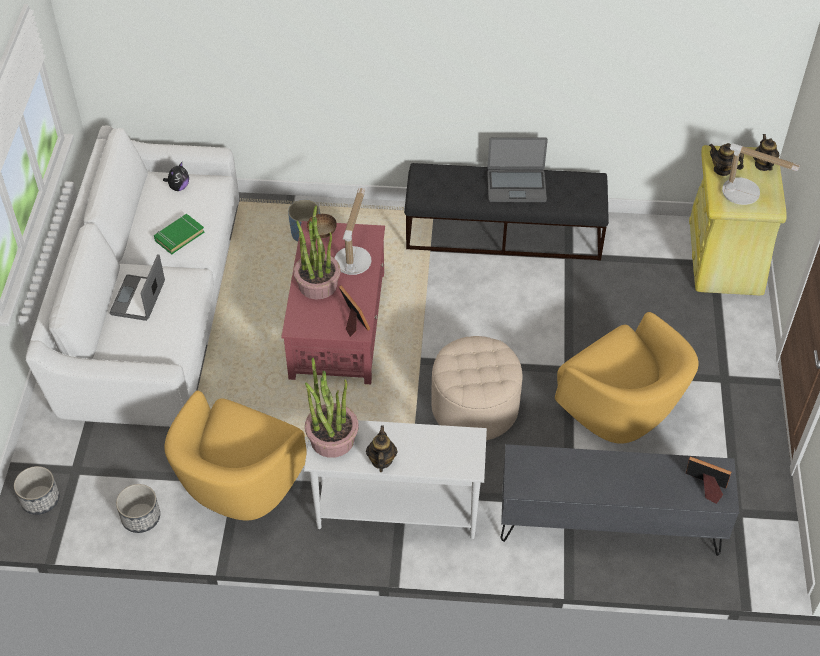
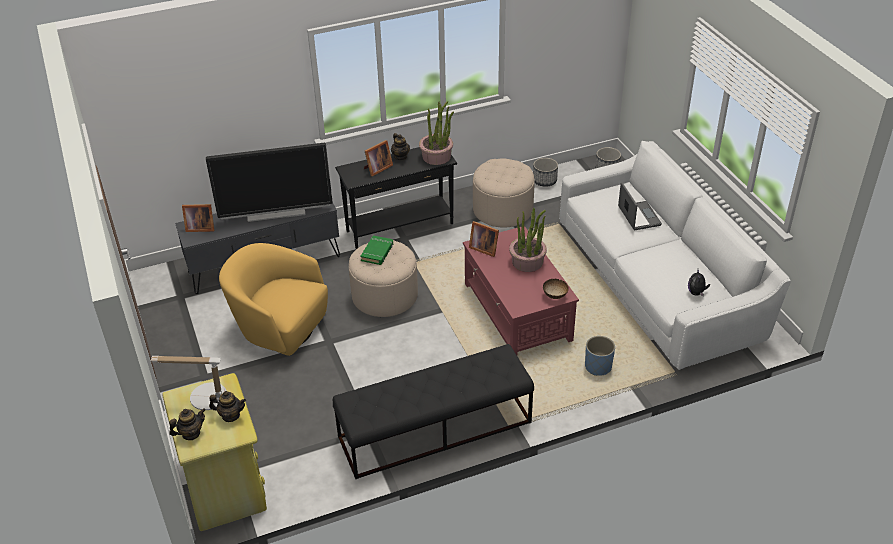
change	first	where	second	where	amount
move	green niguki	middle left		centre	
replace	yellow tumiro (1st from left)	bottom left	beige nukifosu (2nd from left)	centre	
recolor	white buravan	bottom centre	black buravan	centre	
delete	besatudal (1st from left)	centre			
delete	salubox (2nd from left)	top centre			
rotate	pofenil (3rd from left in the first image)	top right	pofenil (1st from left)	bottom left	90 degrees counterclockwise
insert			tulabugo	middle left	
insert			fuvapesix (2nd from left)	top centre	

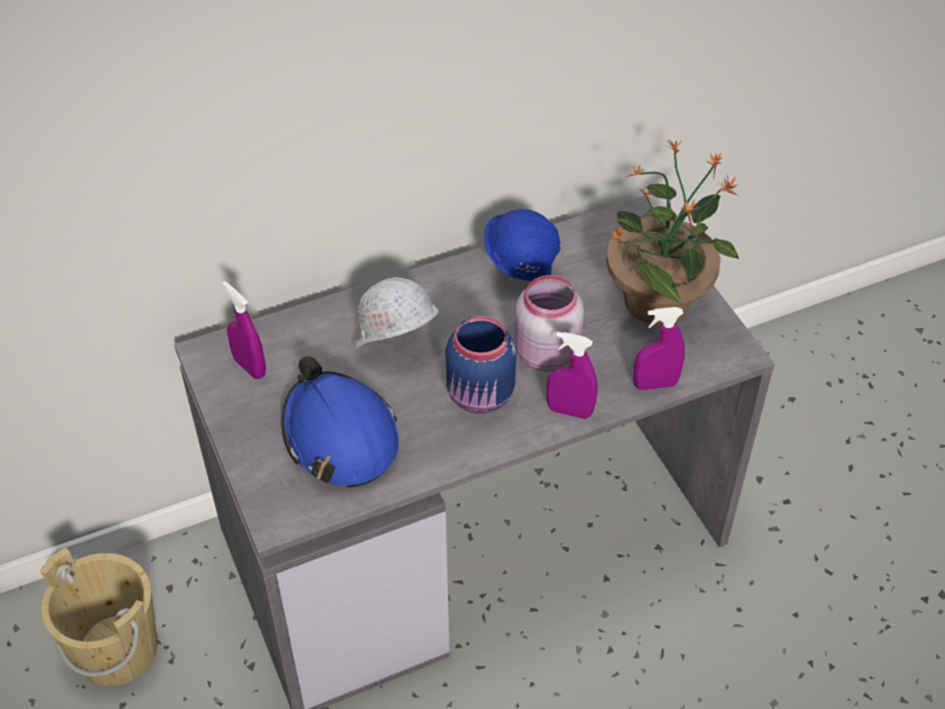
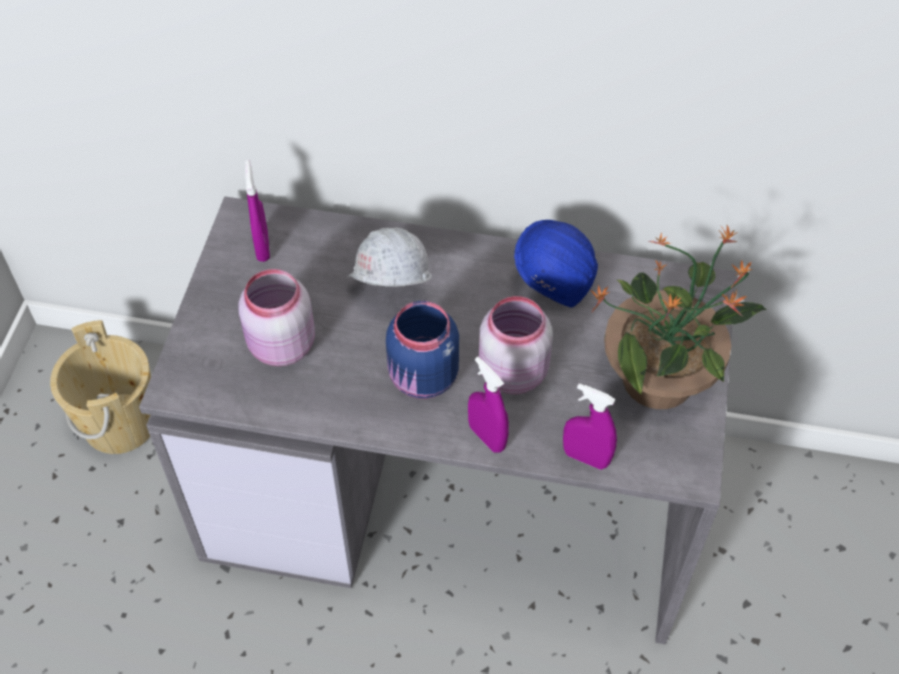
change	first	where	second	where	amount
replace	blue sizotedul (1st from left)	centre	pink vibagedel (1st from left)	middle left	

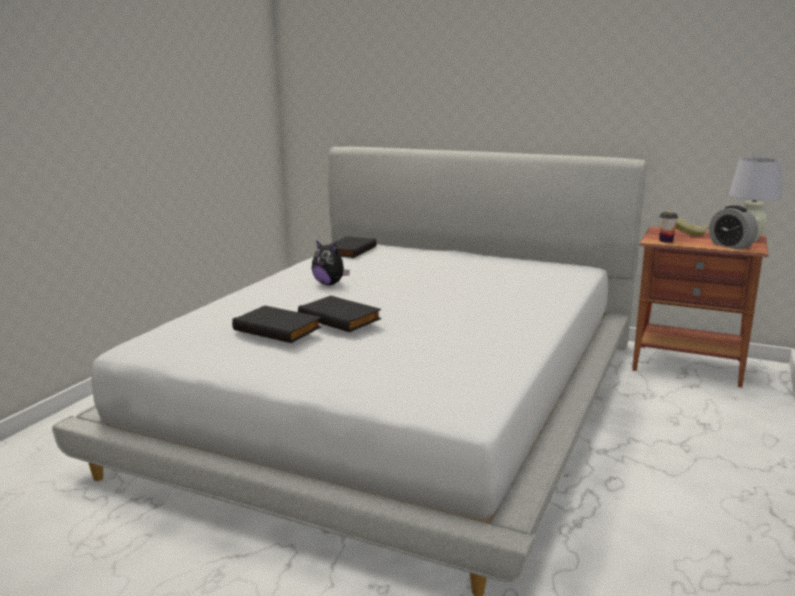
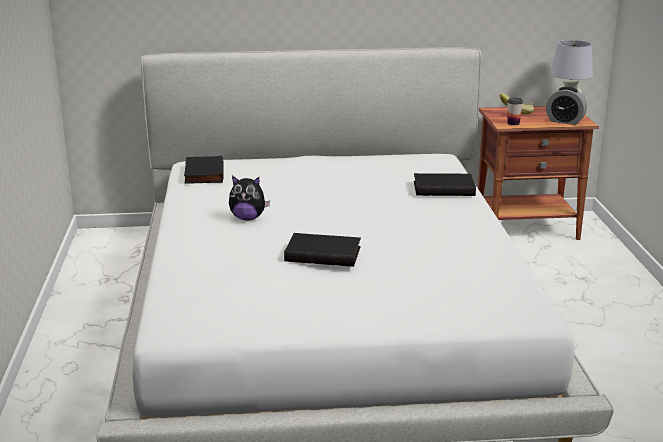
change	first	where	second	where	amount
move	black niguki (1st from left in the first image)	centre	black niguki (3rd from left)	middle right	

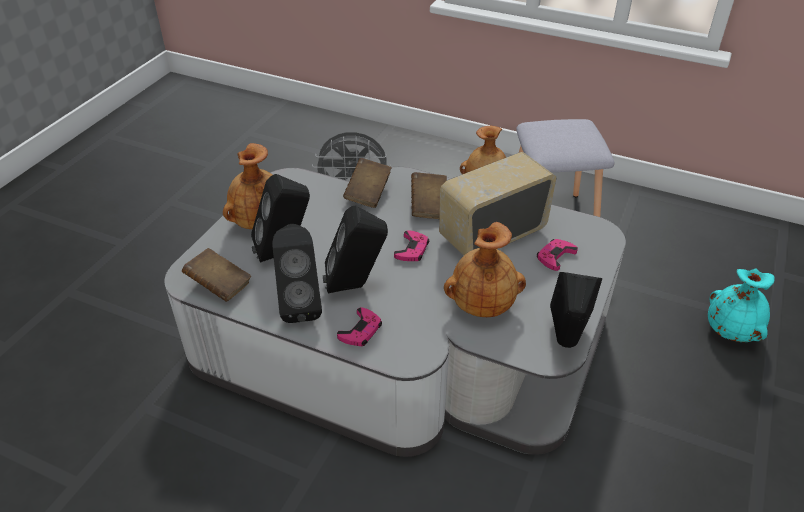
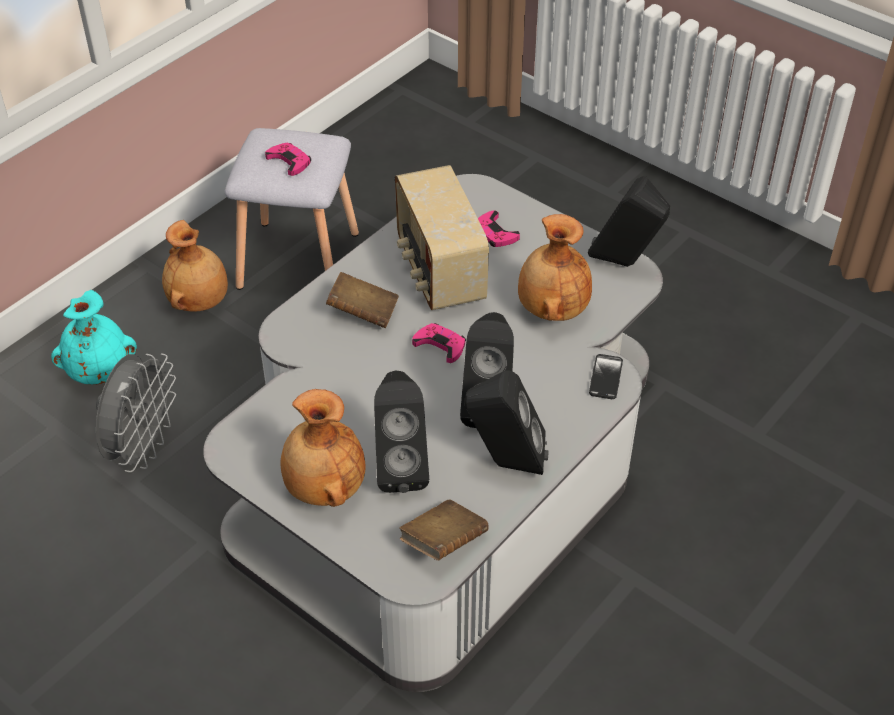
change	first	where	second	where	amount
move	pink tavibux (1st from left)	centre		top left	
delete	brown niguki (2nd from left)	centre			
move	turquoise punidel	middle right		middle left	
insert			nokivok	middle right	

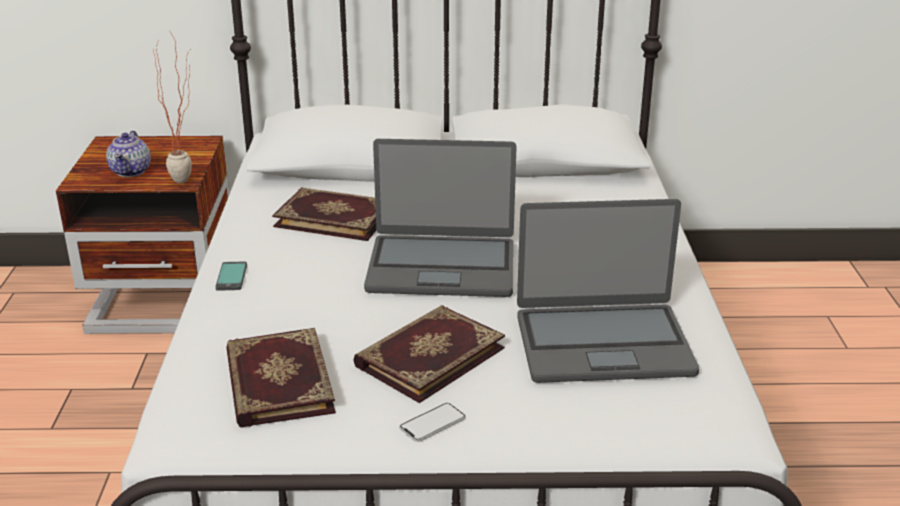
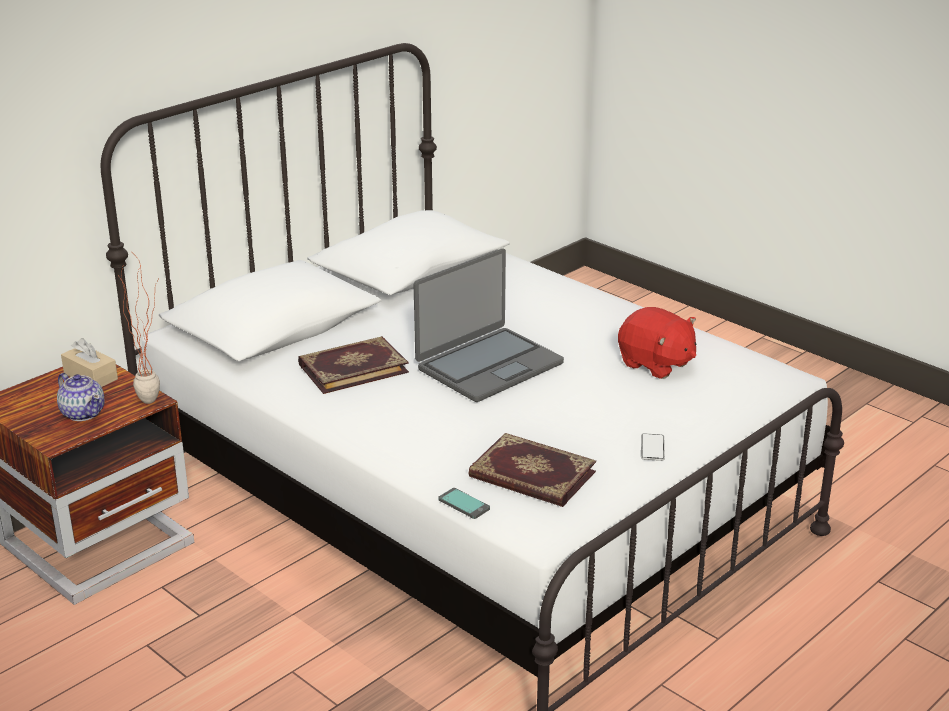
change	first	where	second	where	amount
move	nokivok (1st from left)	middle left		bottom centre	
delete	niguki (3rd from left)	bottom centre			
replace	salubox (2nd from left)	middle right	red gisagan	middle right	
insert			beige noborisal	middle left	

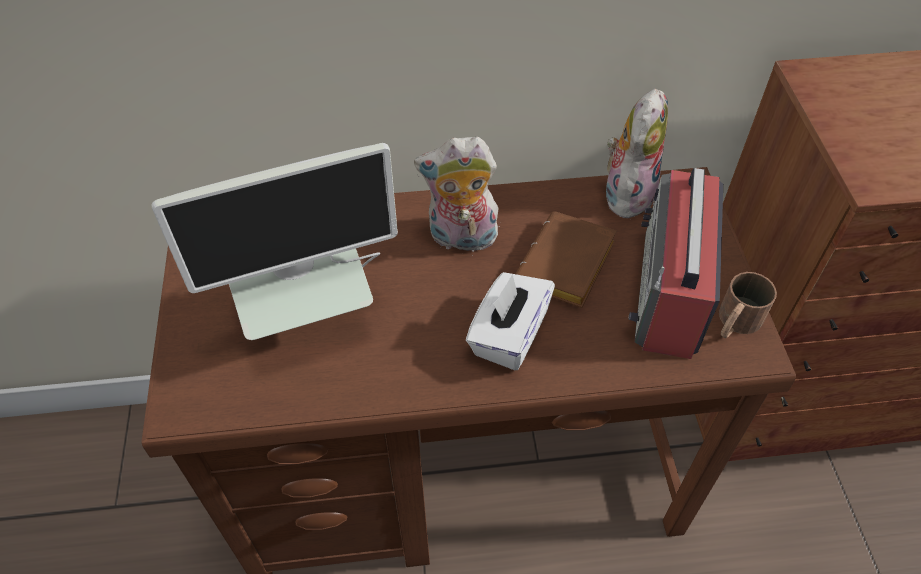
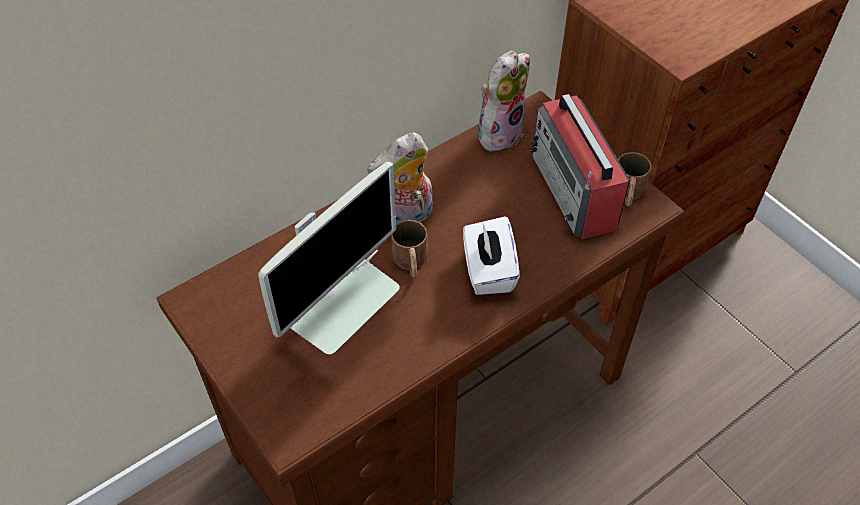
change	first	where	second	where	amount
delete	brown niguki	centre			
rotate	gisagan (2nd from left)	top right		top centre	45 degrees clockwise
insert			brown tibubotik (1st from left)	centre	

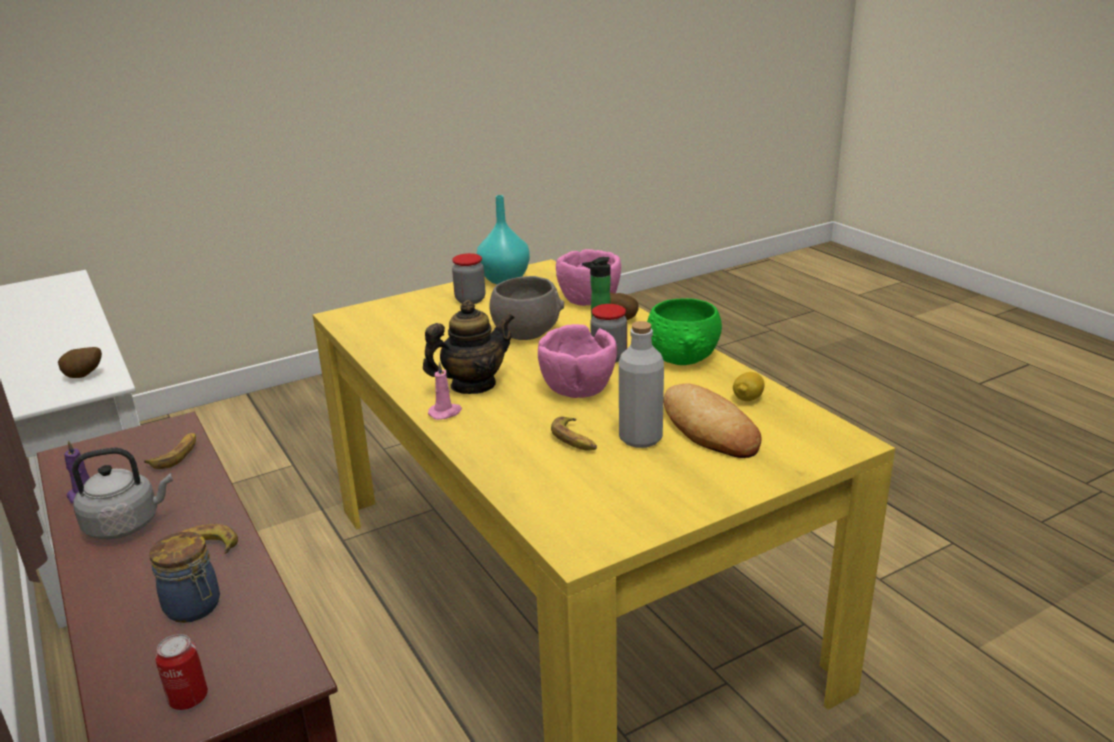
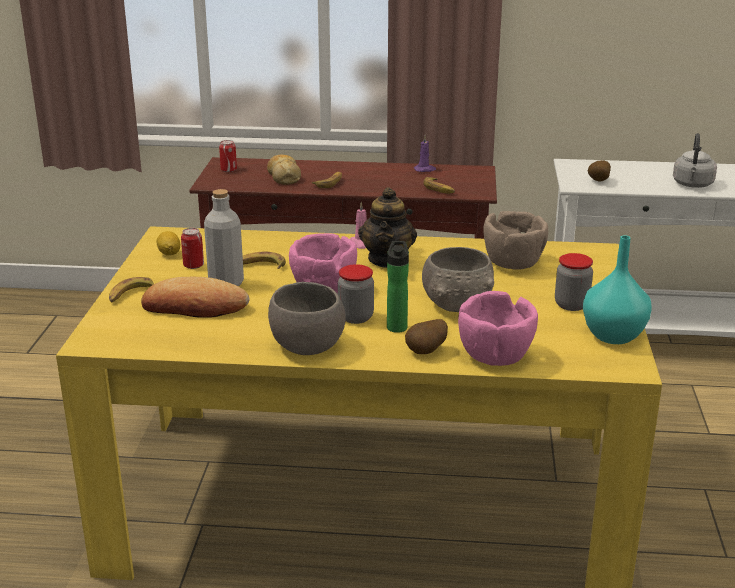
change	first	where	second	where	amount
move	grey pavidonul	middle left		top right	
replace	vibagedel (1st from left)	bottom left	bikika (2nd from left)	top centre	
recolor	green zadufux	centre	grey zadufux (1st from left)	centre	
move	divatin	middle right		middle left	
insert			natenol (1st from left)	middle left	
insert			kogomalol (1st from left)	middle left	
insert			brown zadufux	middle right	

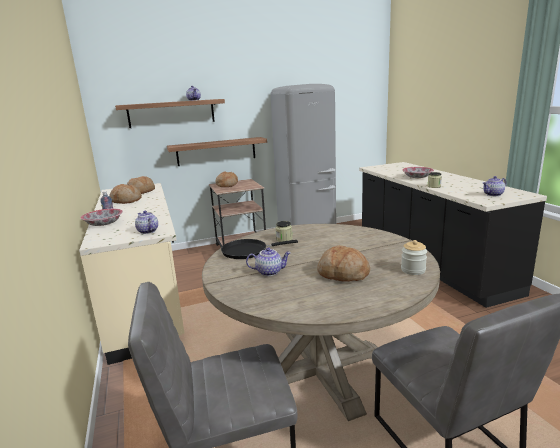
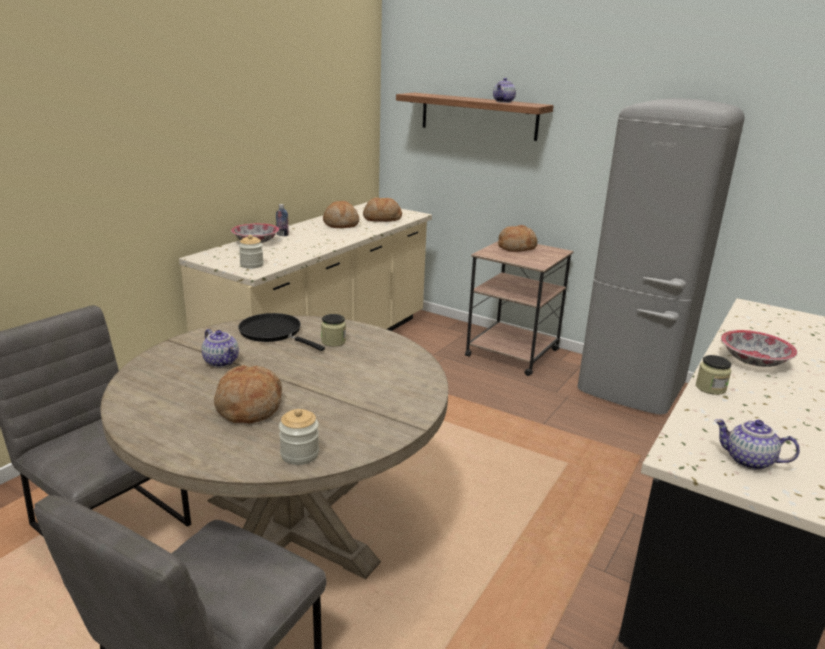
change	first	where	second	where	amount
replace	pofenil (1st from left)	middle left	vibagedel (1st from left)	middle left	
delete	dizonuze (2nd from left)	centre			

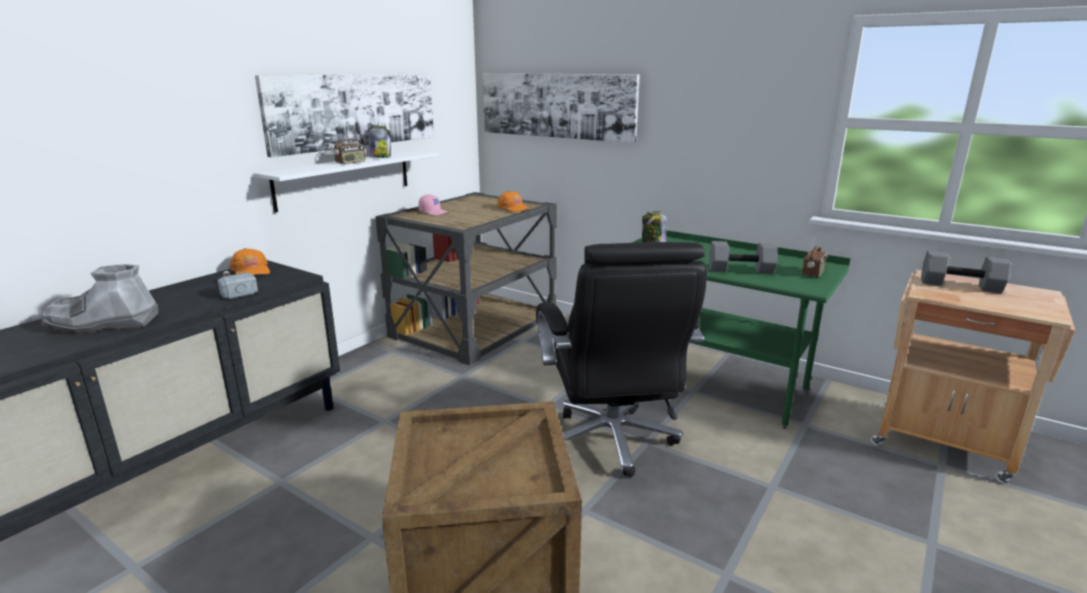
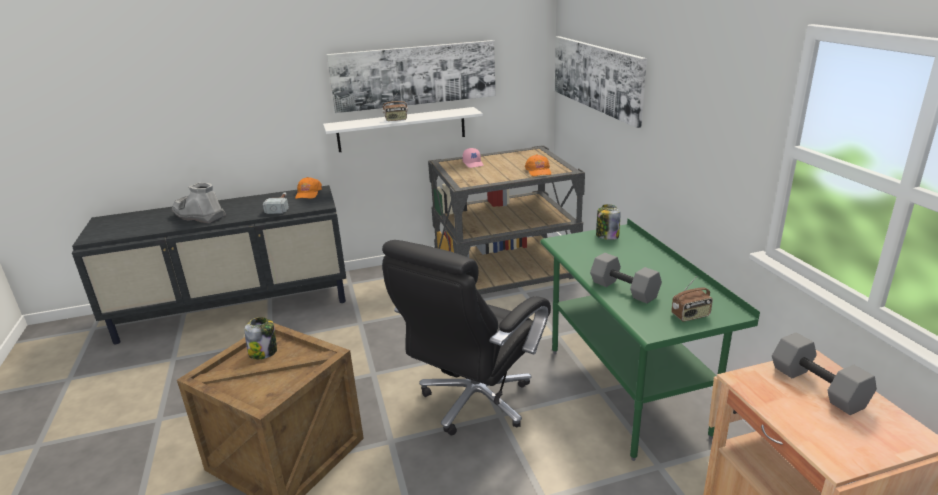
change	first	where	second	where	amount
move	vibagedel (1st from left)	top centre		bottom left	

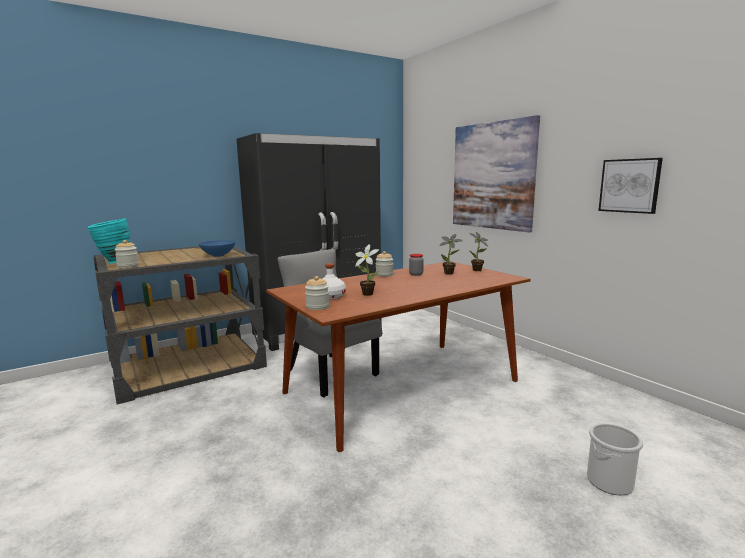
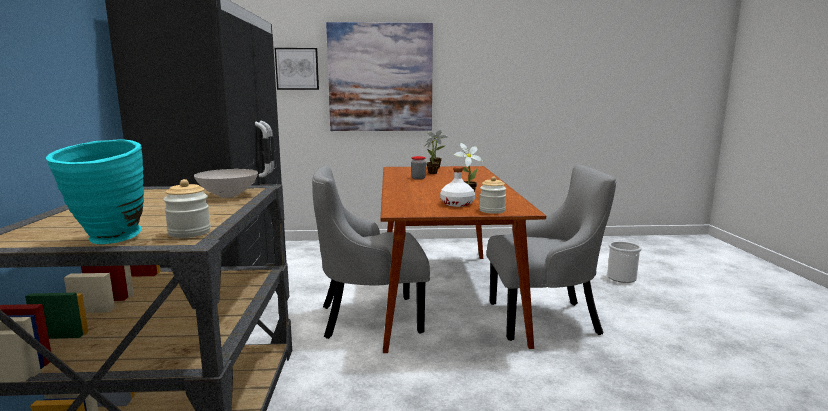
change	first	where	second	where	amount
recolor	blue zadufux	middle left	white zadufux	middle left	
delete	vibagedel (3rd from left)	centre			
move	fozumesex (2nd from left in the first image)	middle right	fozumesex (1st from left)	top centre	
insert			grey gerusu (2nd from left)	centre	

